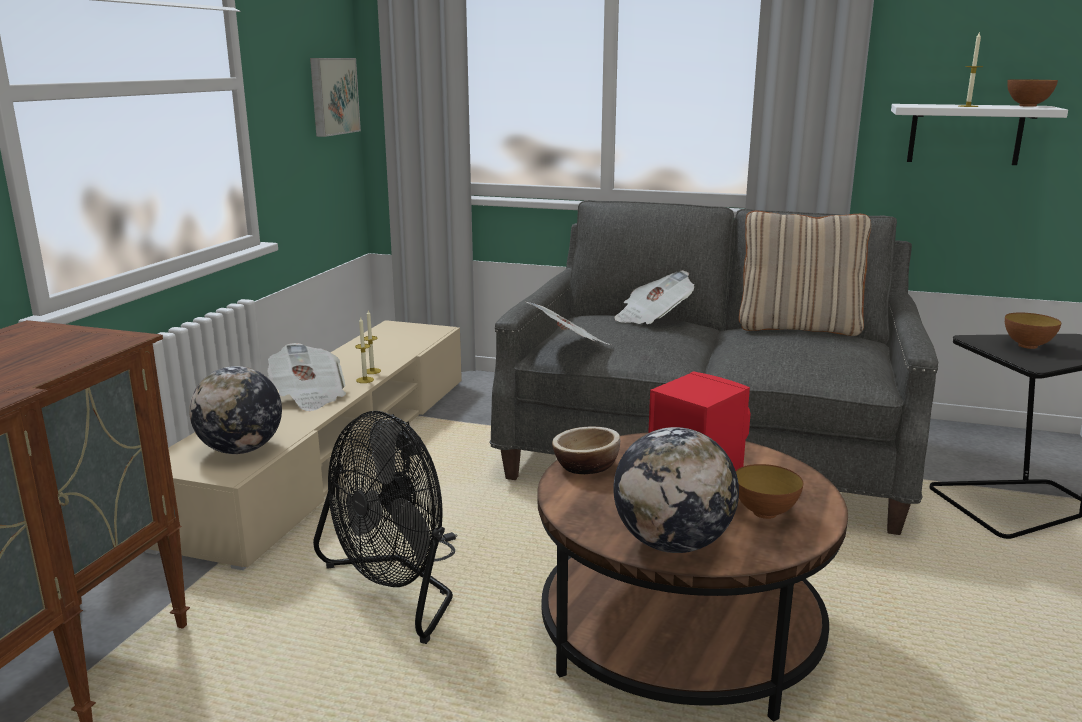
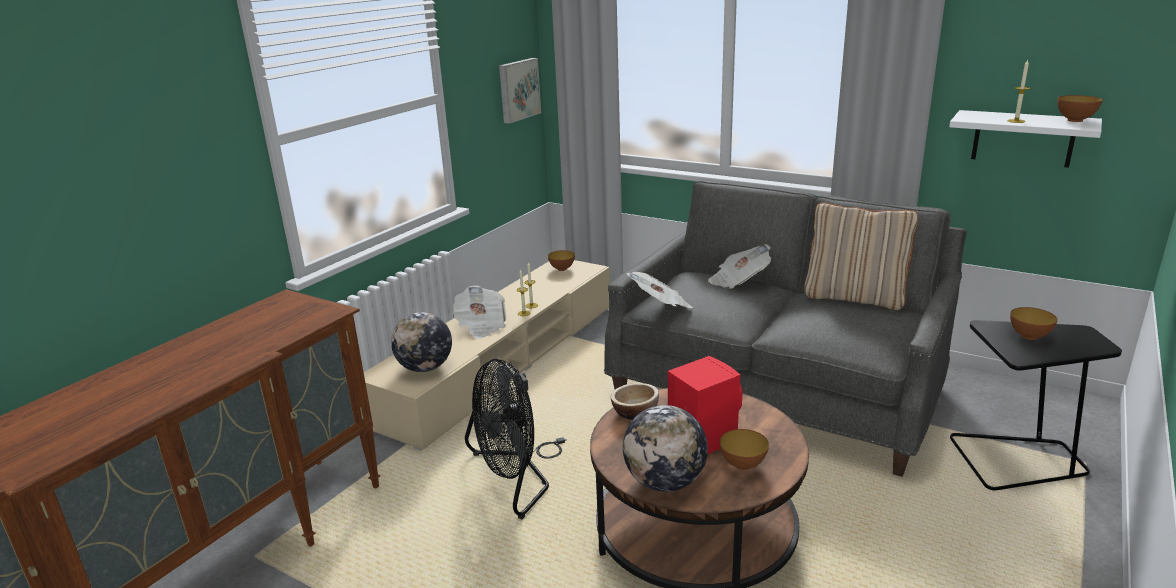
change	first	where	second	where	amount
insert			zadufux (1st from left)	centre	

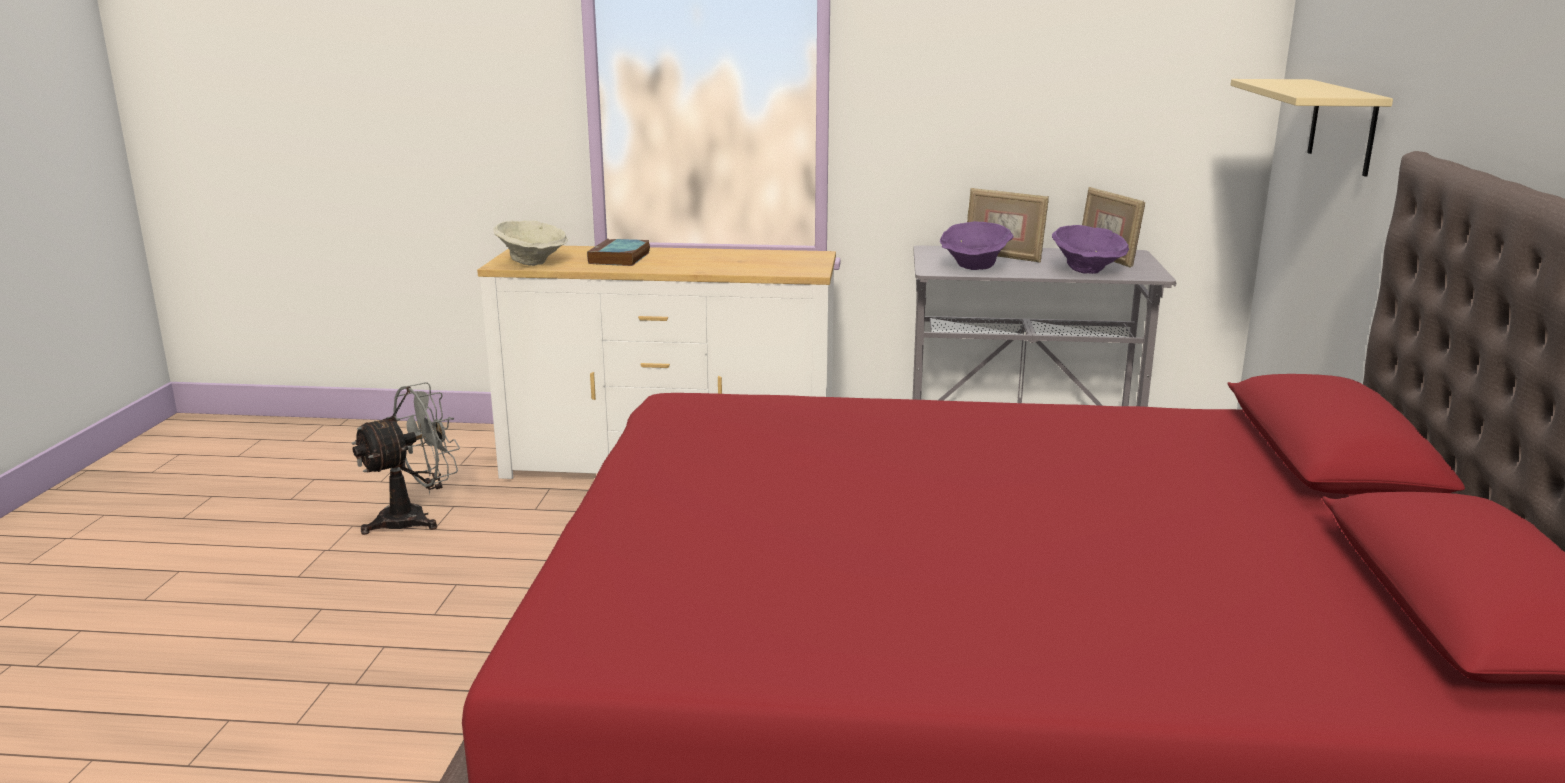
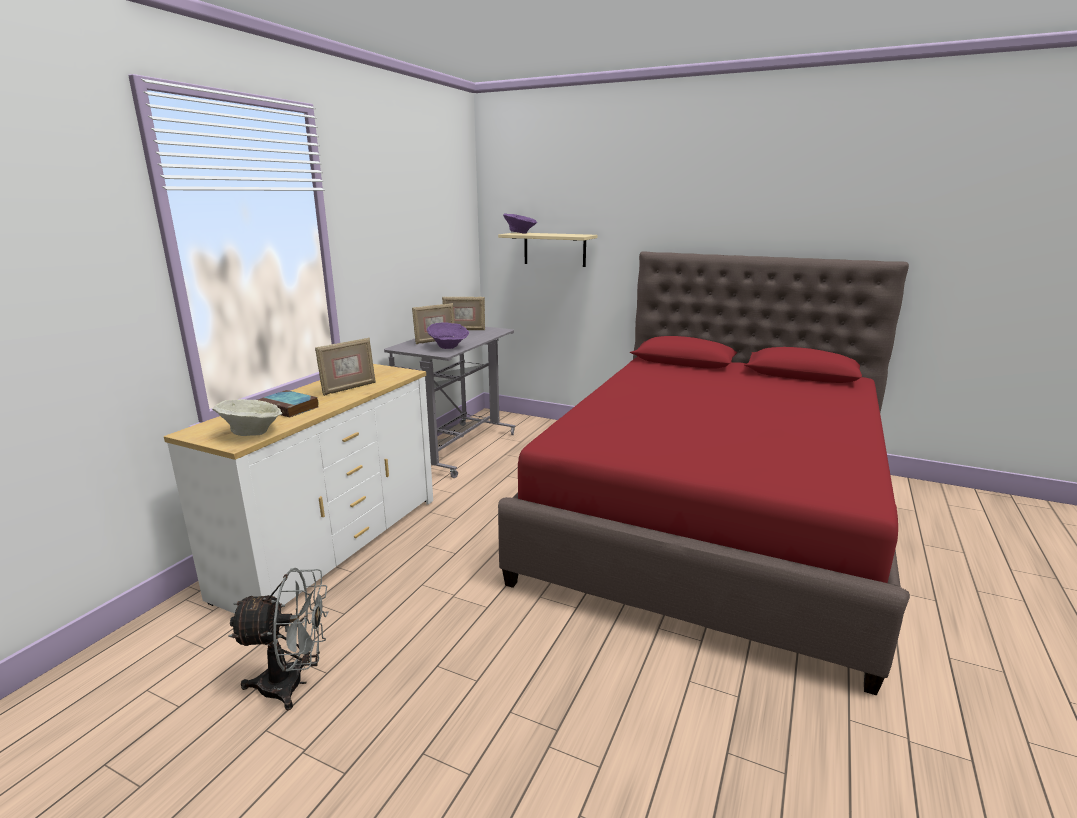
change	first	where	second	where	amount
rotate	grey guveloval	middle left		bottom left	105 degrees clockwise
move	purple zadufux (2nd from left)	top right		top centre	
insert			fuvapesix (1st from left)	middle left	

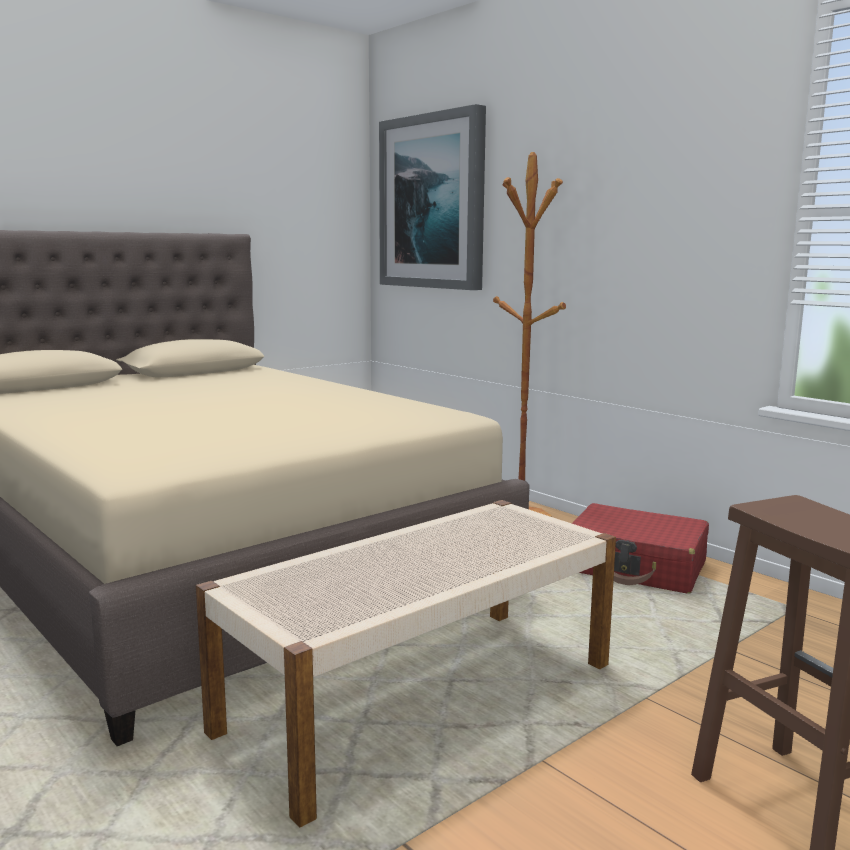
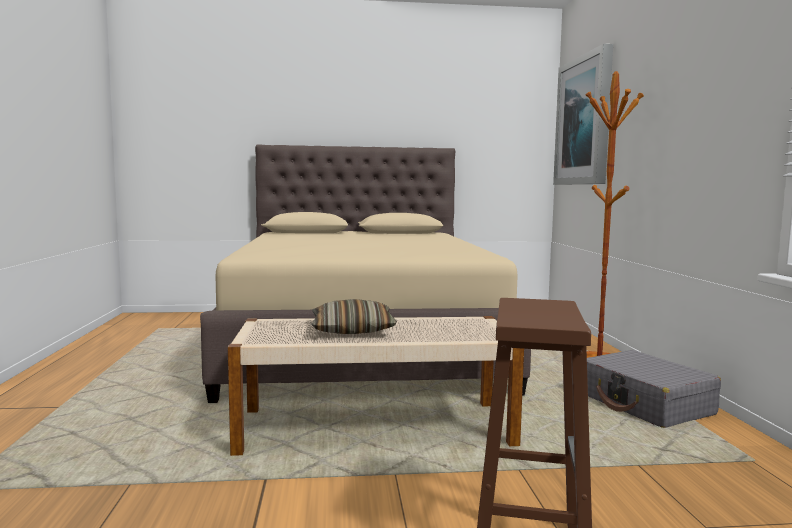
change	first	where	second	where	amount
recolor	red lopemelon	middle right	grey lopemelon	bottom right	
insert			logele	centre	

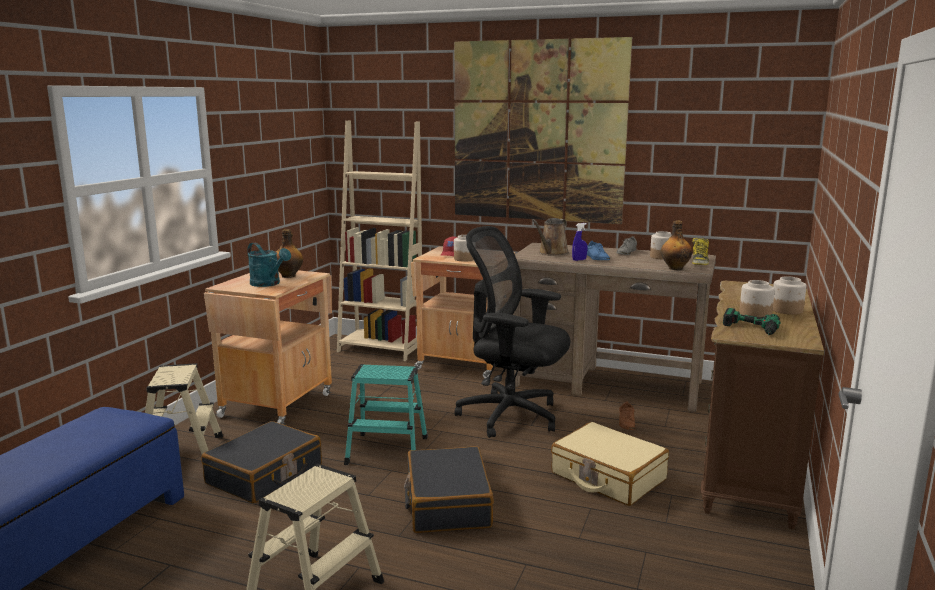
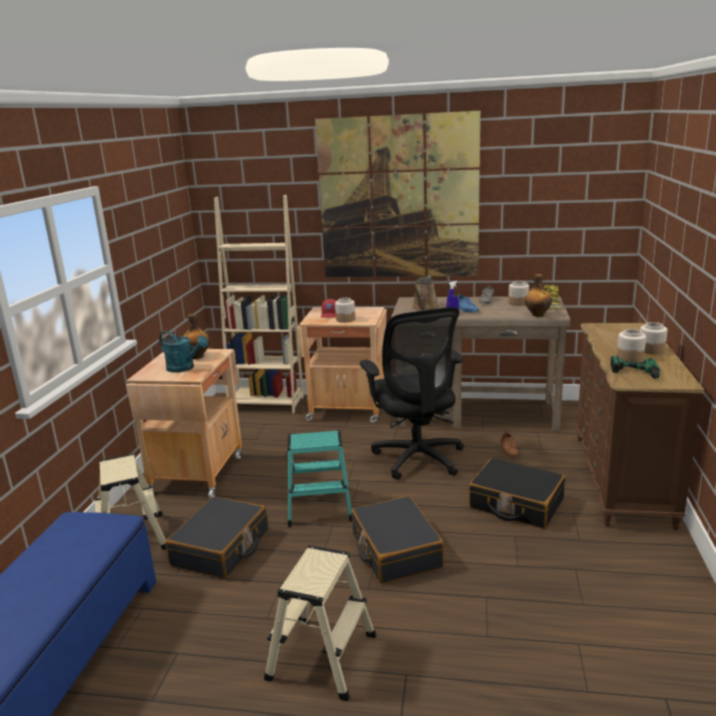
change	first	where	second	where	amount
rotate	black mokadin	centre		centre	120 degrees counterclockwise
recolor	beige lopemelon	bottom centre	black lopemelon (3rd from left)	bottom right	

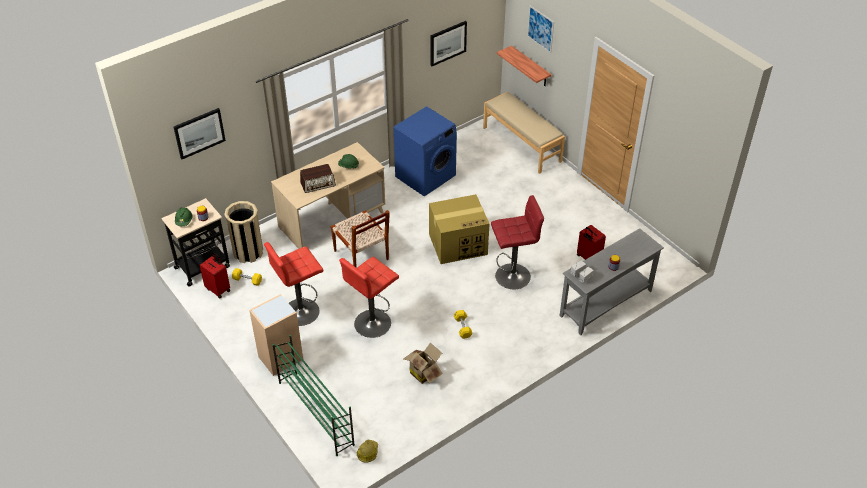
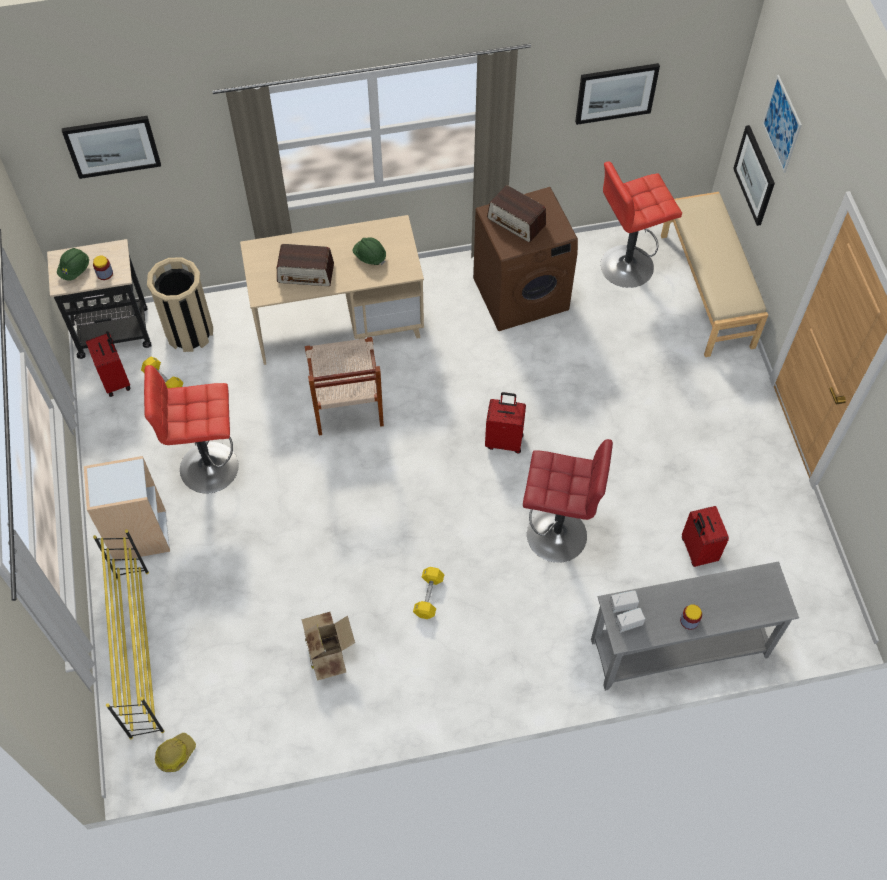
change	first	where	second	where	amount
recolor	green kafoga	bottom centre	yellow kafoga	bottom left	
move	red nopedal (2nd from left in the first image)	centre	red nopedal (3rd from left)	top right	
recolor	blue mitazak	top centre	brown mitazak	top centre	
replace	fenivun (2nd from left)	centre	red lopemelon (2nd from left)	centre	
replace	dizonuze	top centre	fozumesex (3rd from left)	top right	
insert			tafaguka (2nd from left)	top centre	

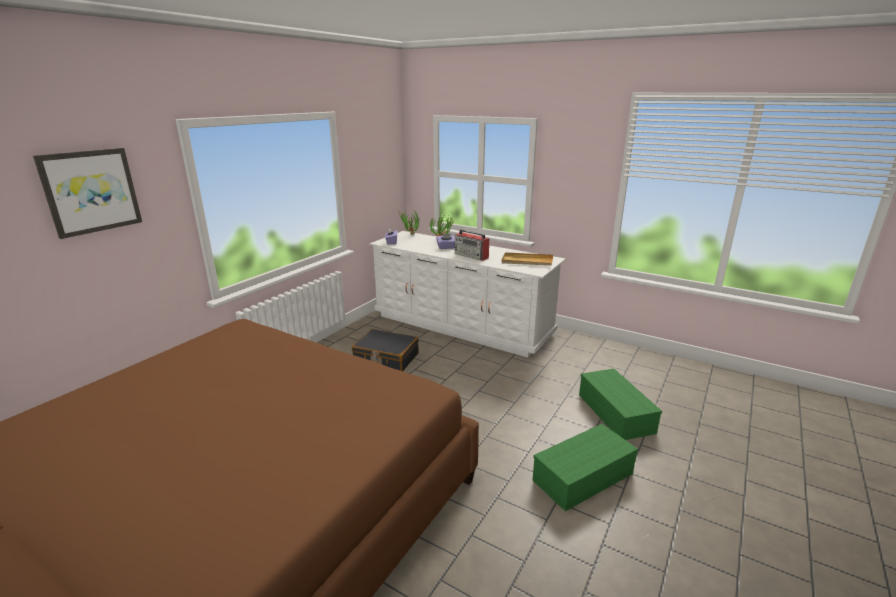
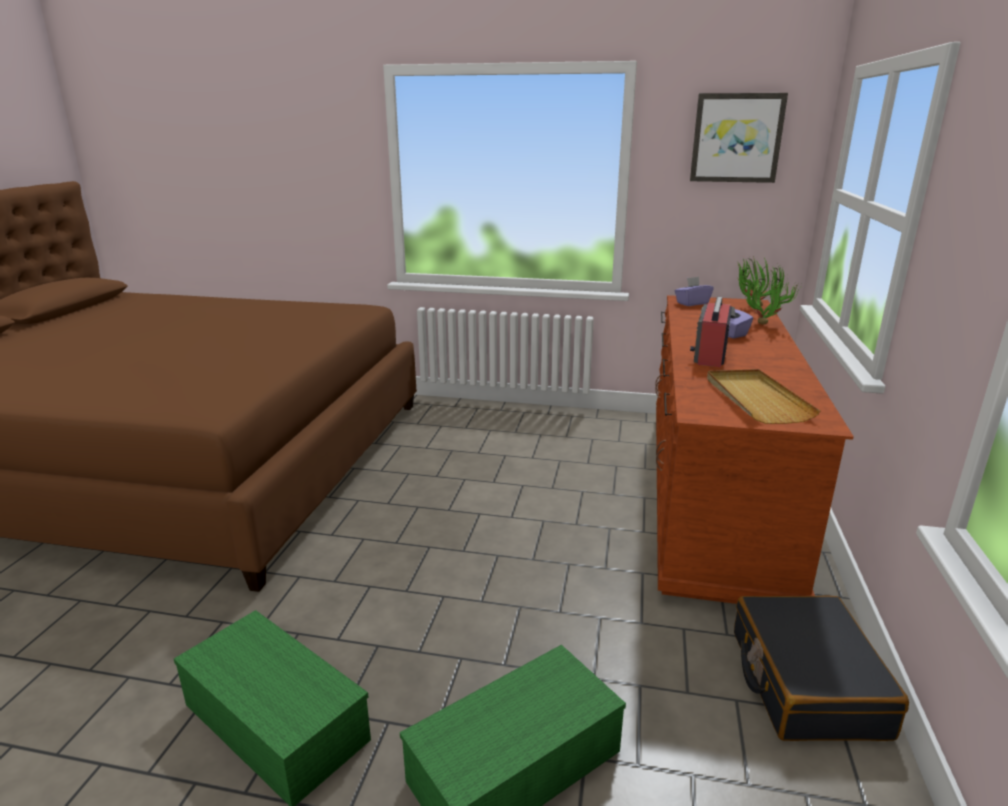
change	first	where	second	where	amount
move	fozumesex	top left		top right	
move	black lopemelon	centre		bottom right	
recolor	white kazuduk	centre	brown kazuduk	middle right	

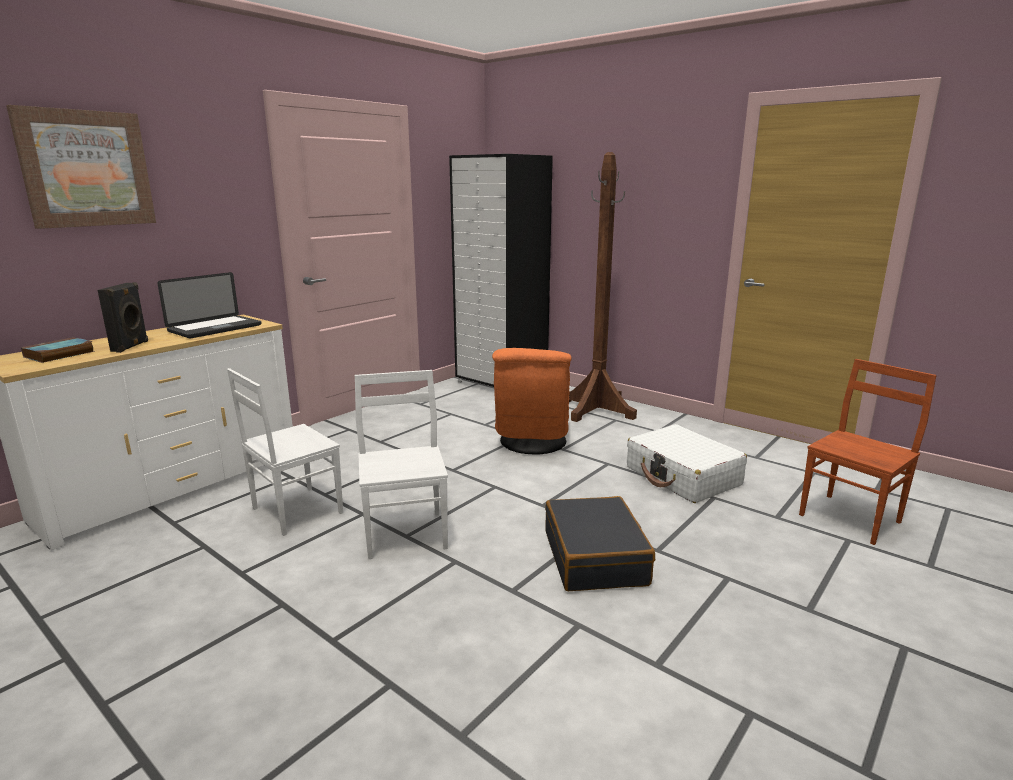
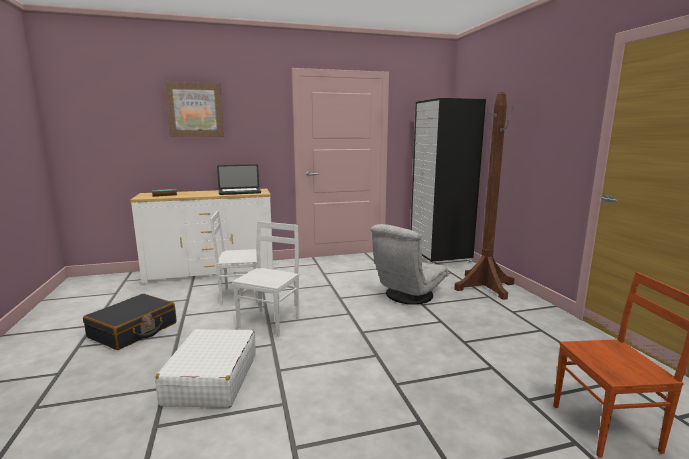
change	first	where	second	where	amount
delete	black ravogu	middle left			
recolor	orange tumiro	centre	grey tumiro	centre	
move	black lopemelon	bottom centre		bottom left	
move	white lopemelon	middle right		bottom left	

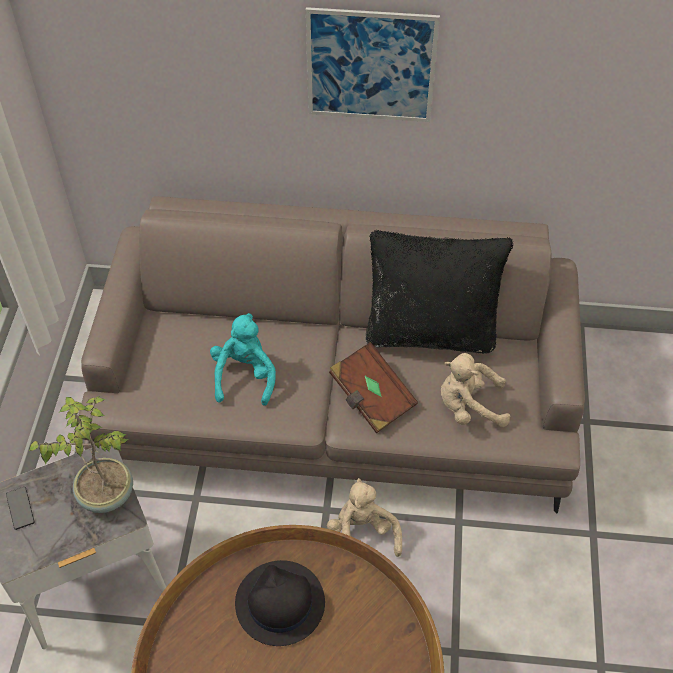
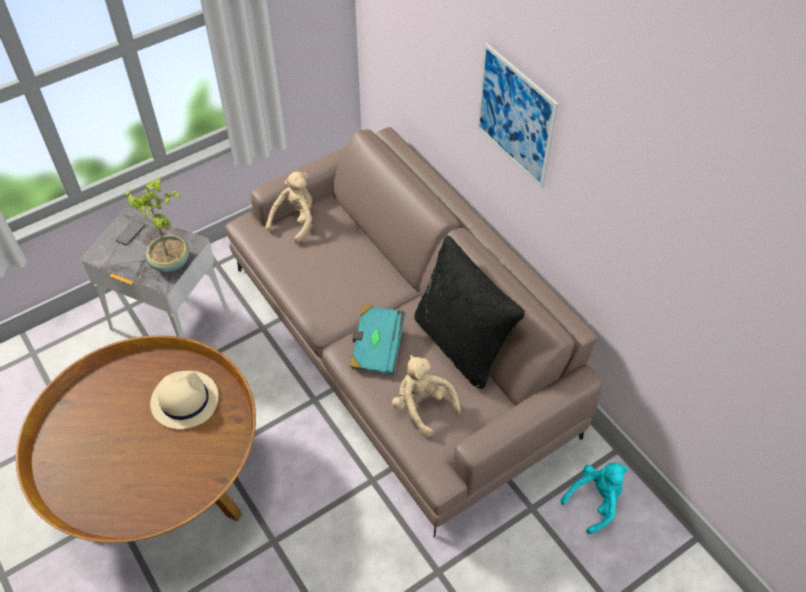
change	first	where	second	where	amount
move	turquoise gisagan	centre		bottom right	
recolor	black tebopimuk	bottom centre	beige tebopimuk	bottom left	
move	beige gisagan (1st from left)	bottom centre		centre	
recolor	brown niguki	centre	turquoise niguki	centre	

